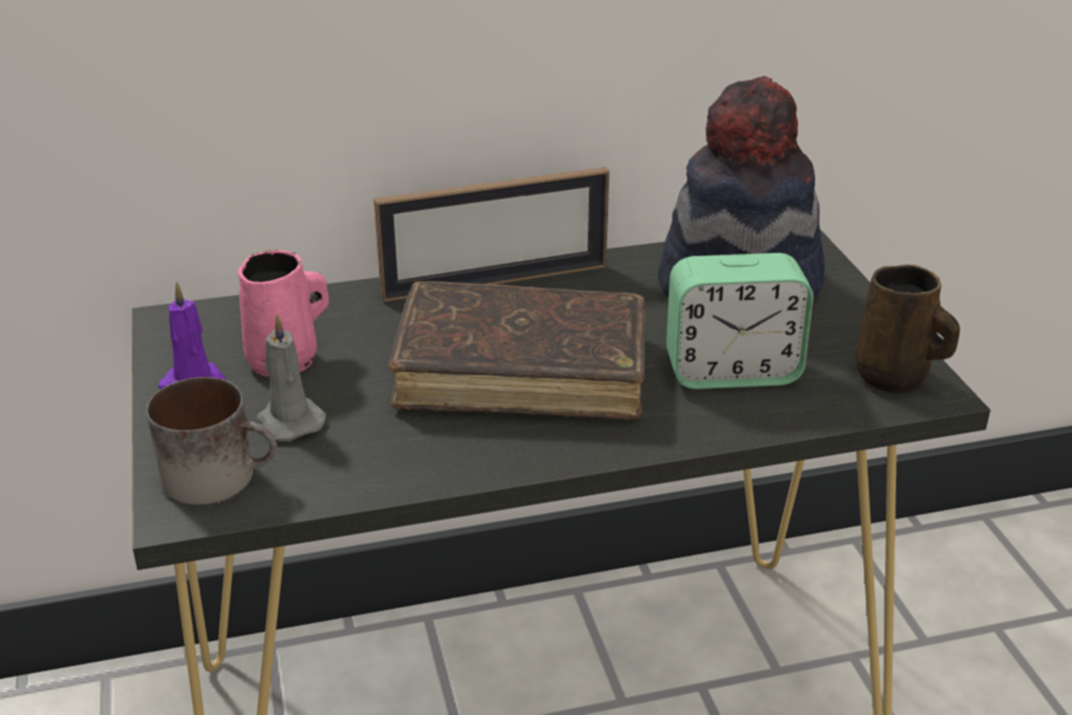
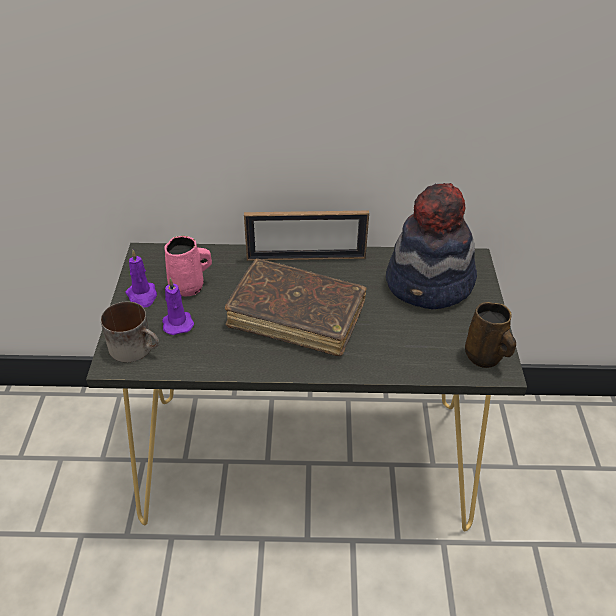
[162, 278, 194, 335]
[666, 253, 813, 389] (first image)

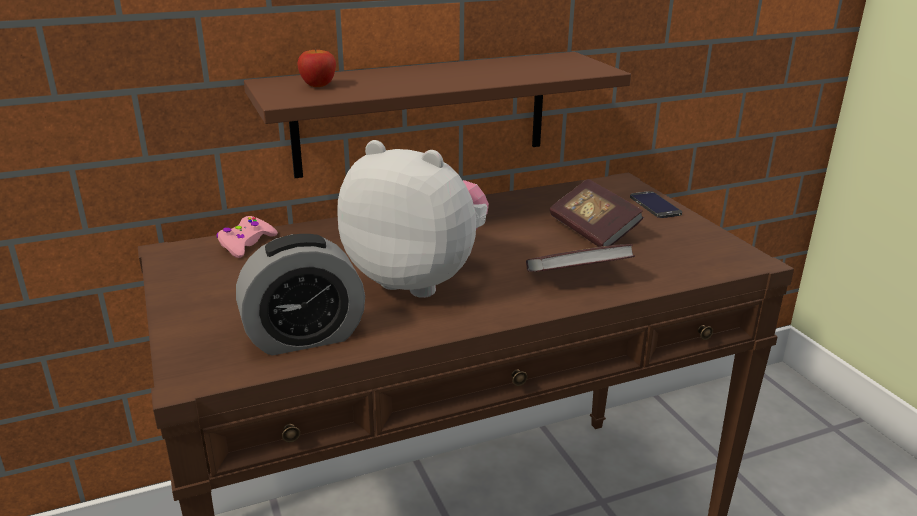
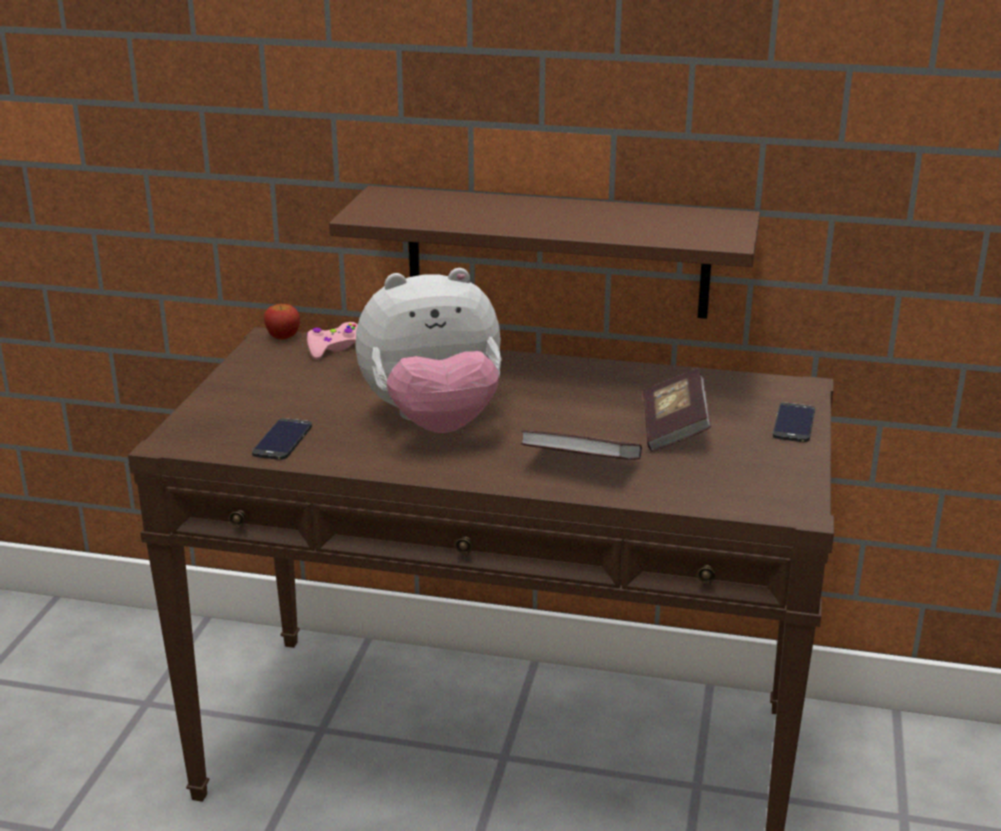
[252, 418, 312, 460]
[264, 304, 300, 339]
[356, 268, 502, 433]

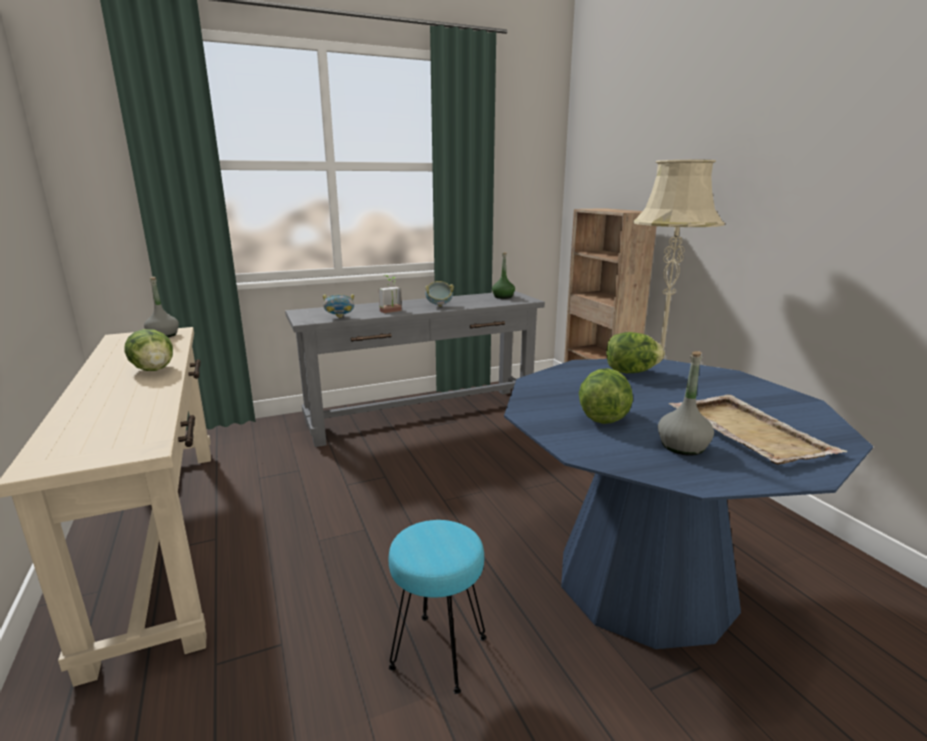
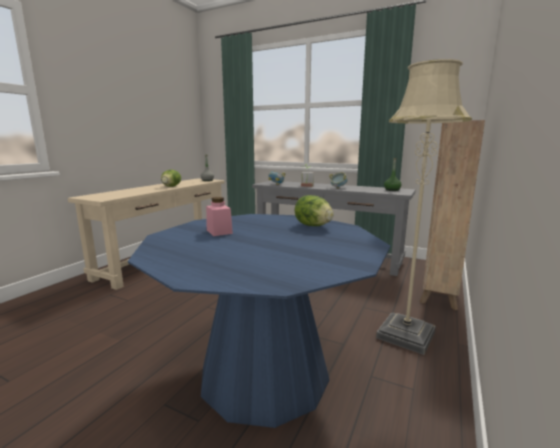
[206, 197, 233, 236]
[389, 520, 486, 694] (first image)
[658, 351, 714, 456] (first image)
[668, 395, 847, 465] (first image)

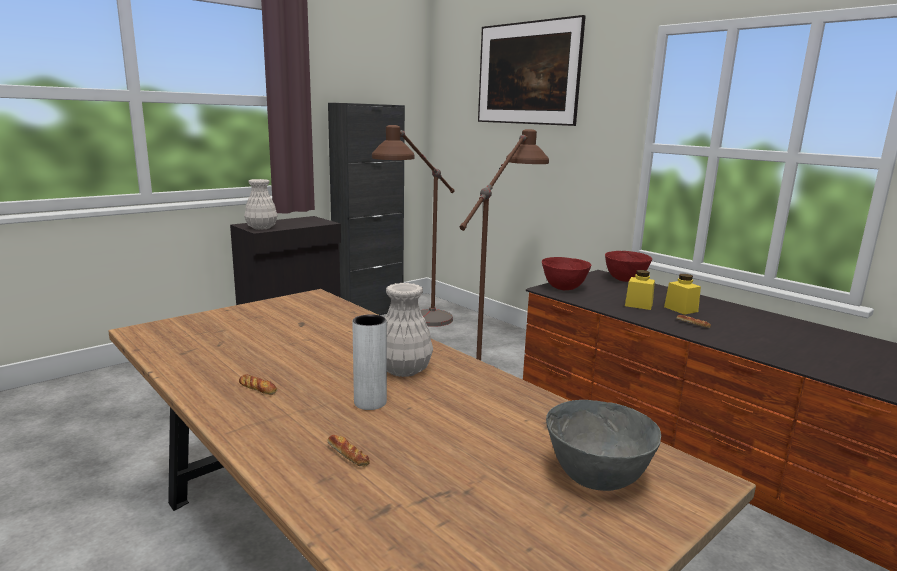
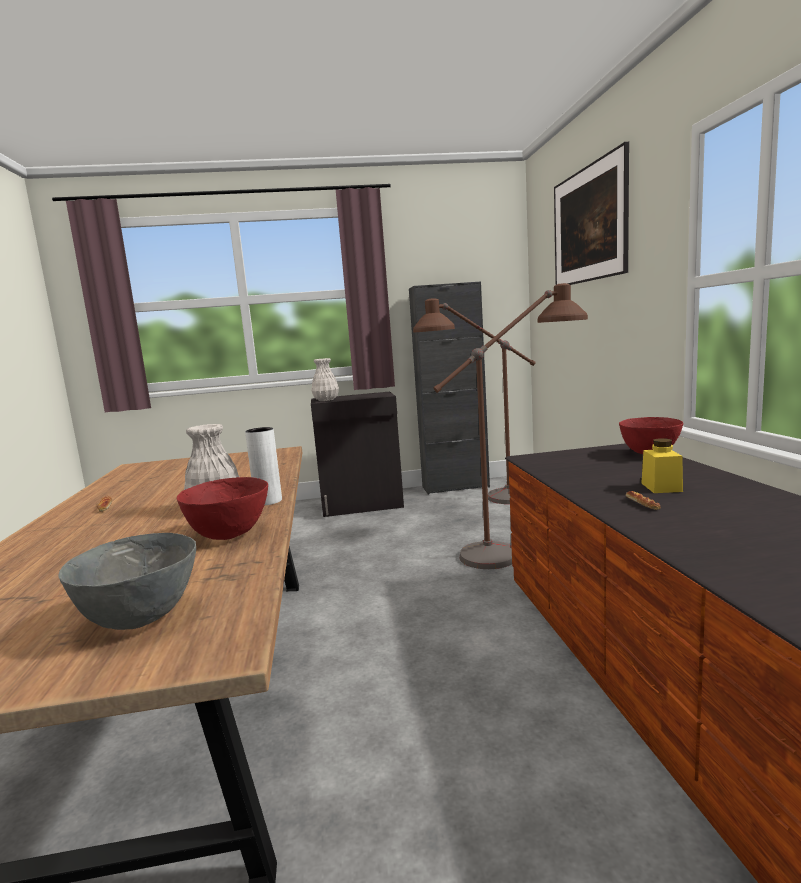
[177, 477, 268, 540]
[245, 427, 282, 505]
[328, 435, 370, 467] (first image)
[625, 270, 655, 310] (first image)

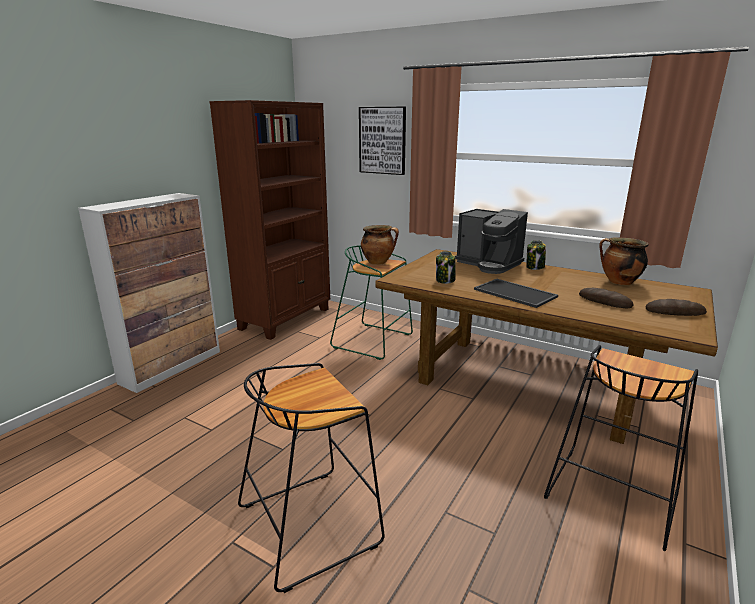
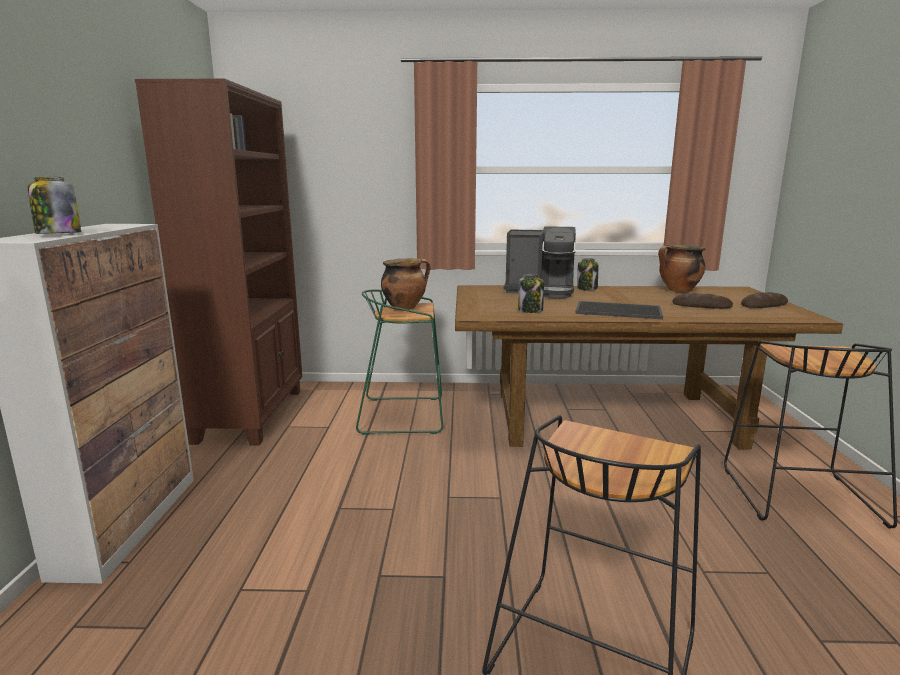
[28, 177, 81, 234]
[359, 107, 406, 175] (first image)

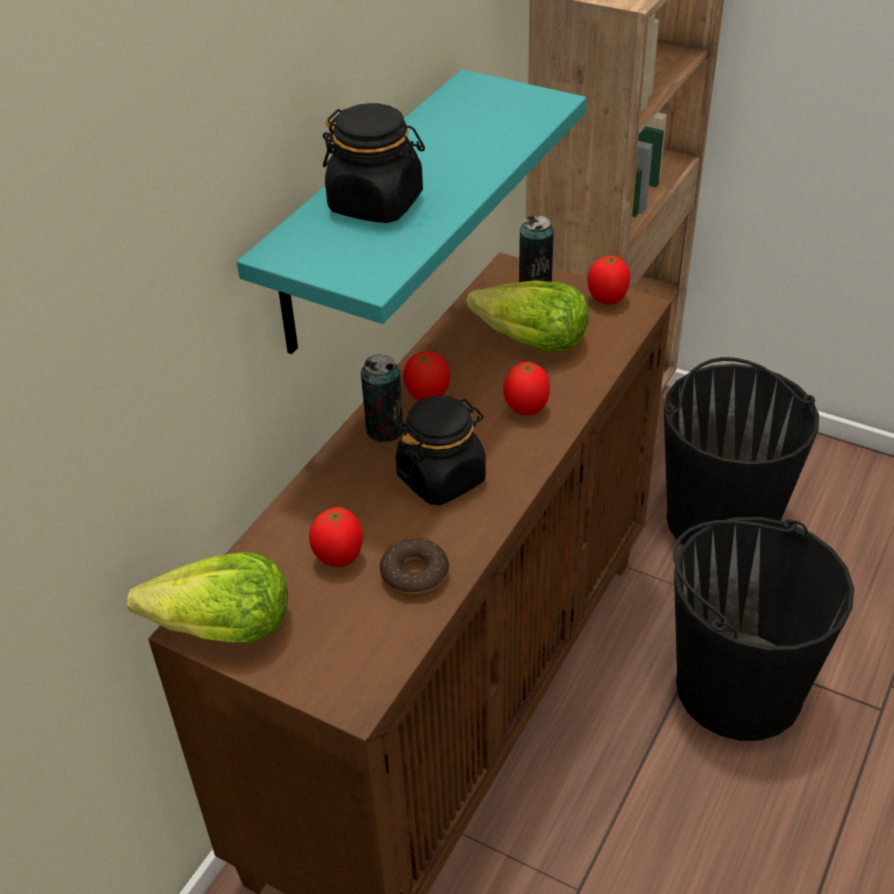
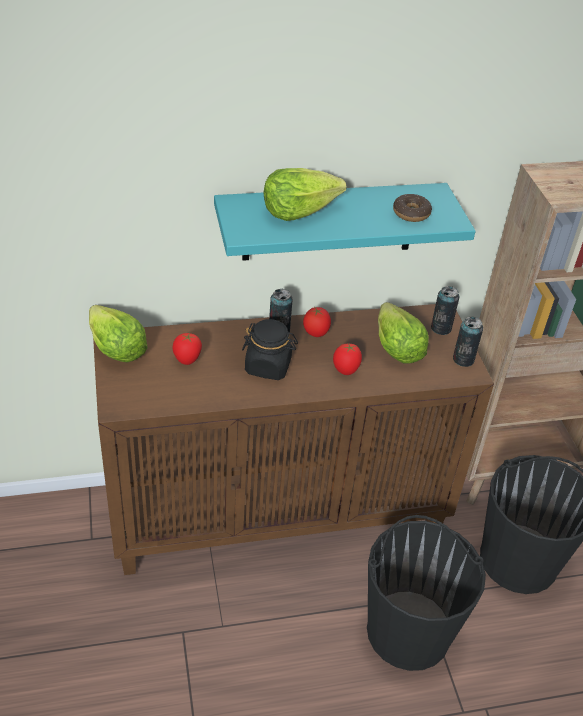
[264, 168, 346, 221]
[393, 194, 432, 222]
[453, 317, 483, 367]

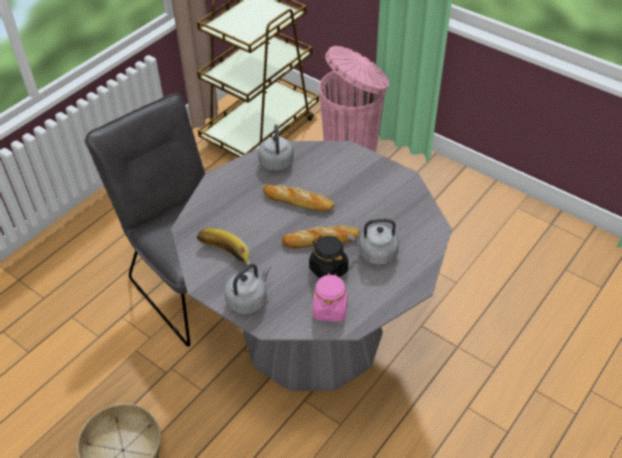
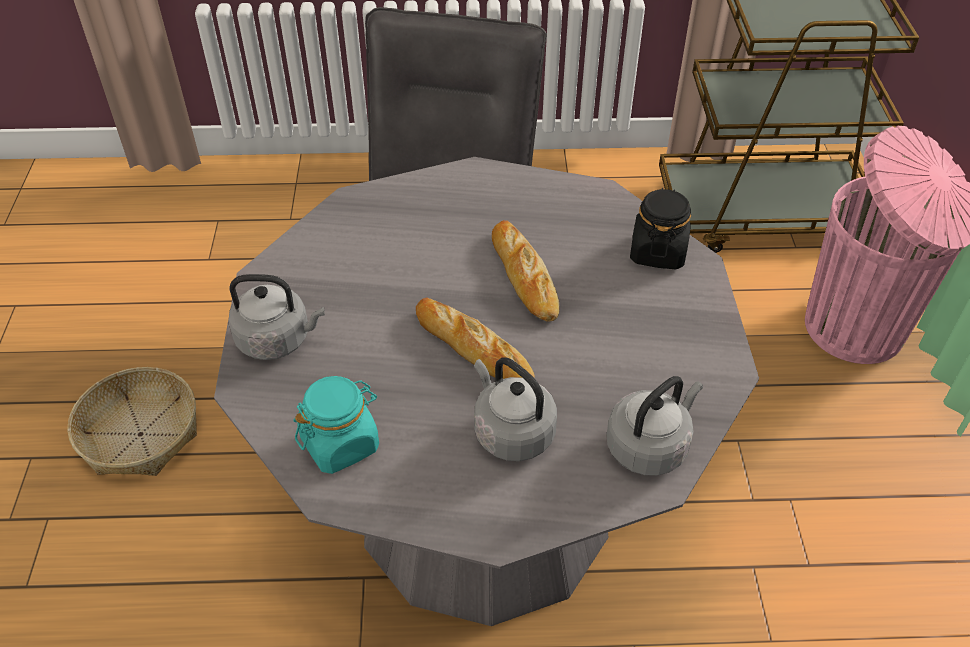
[293, 376, 379, 474]
[607, 376, 703, 476]
[630, 188, 691, 269]
[197, 228, 250, 265] (first image)

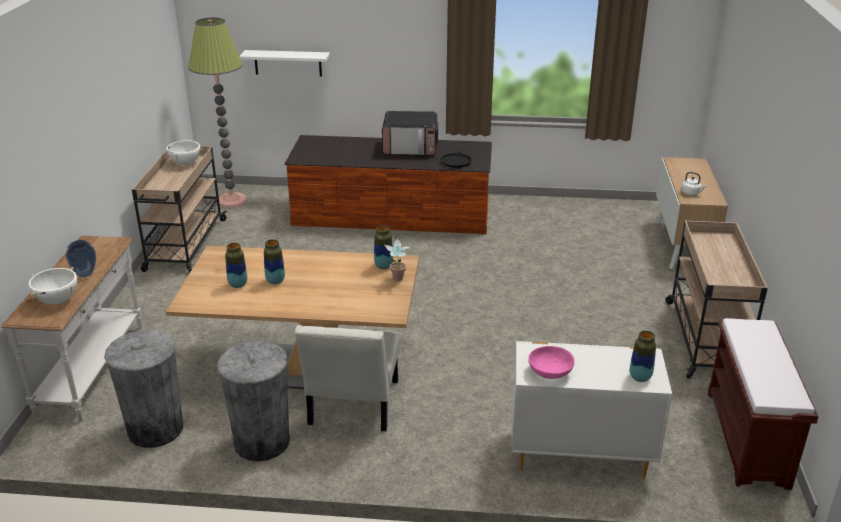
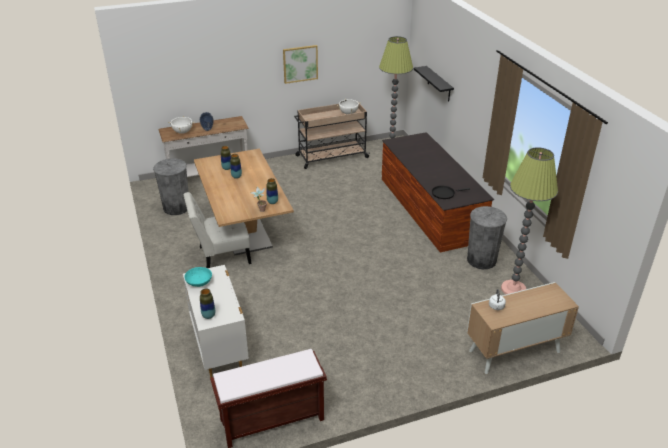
[184, 267, 212, 287]
[283, 45, 318, 84]
[414, 66, 454, 102]
[467, 206, 507, 269]
[501, 147, 558, 294]
[382, 111, 438, 156] (first image)
[666, 221, 768, 379] (first image)

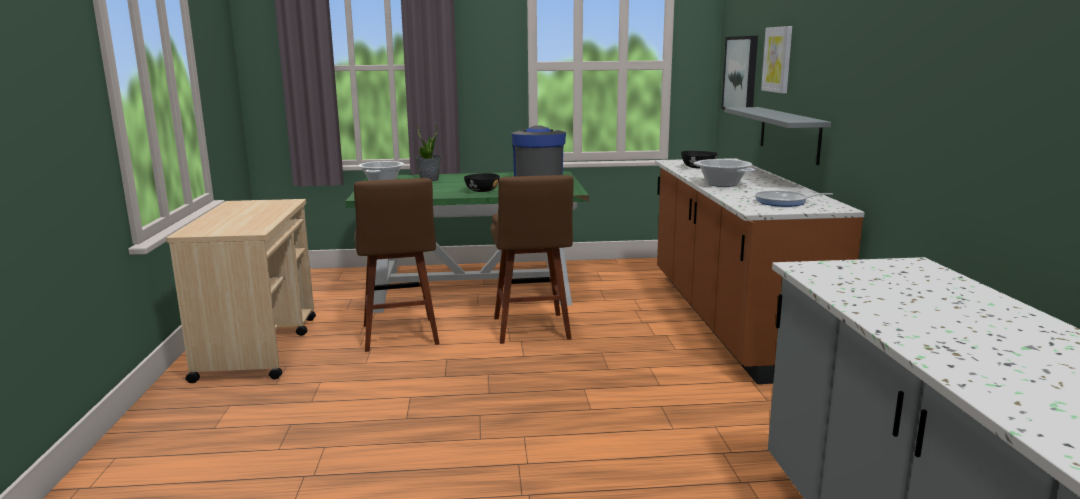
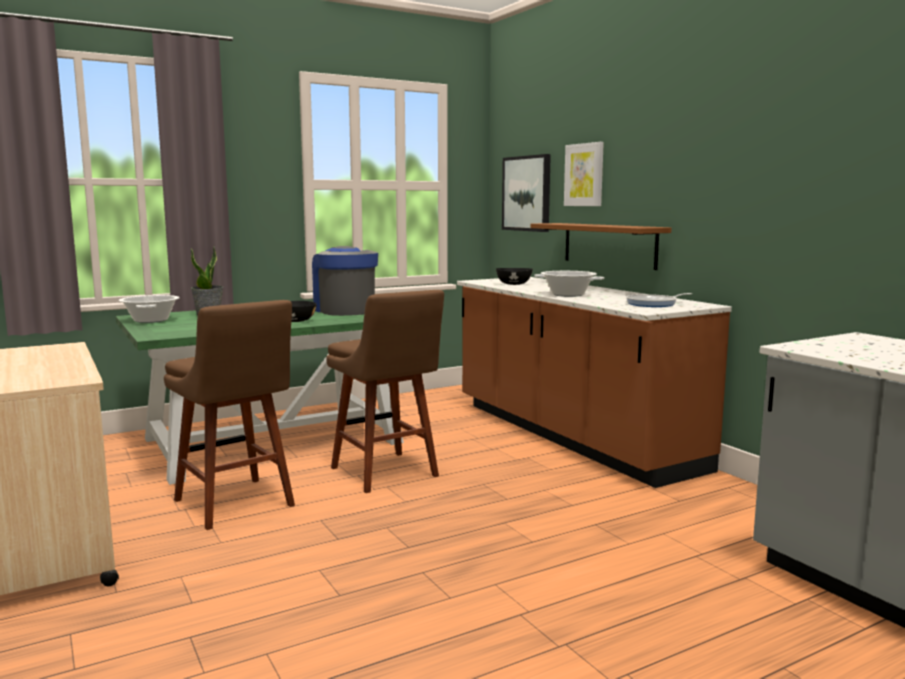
[531, 223, 671, 270]

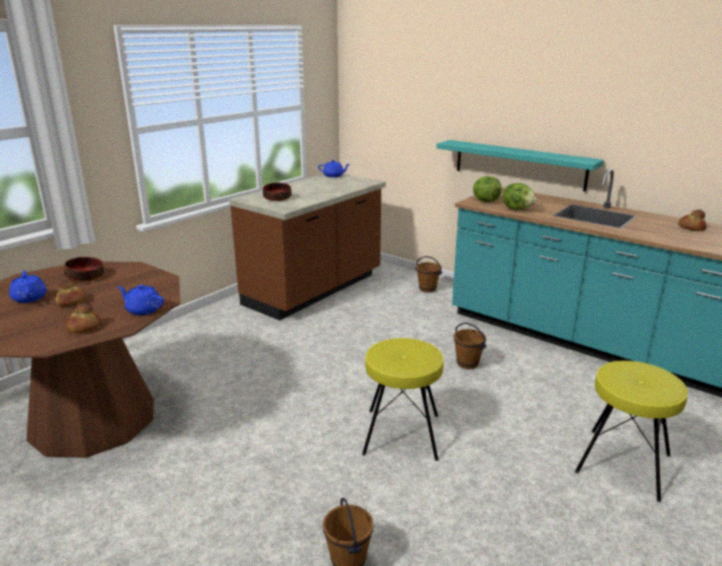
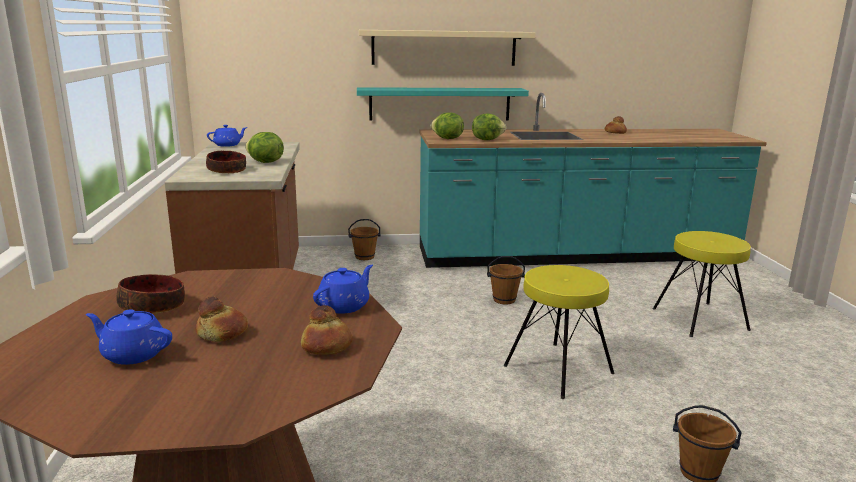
[245, 132, 284, 163]
[313, 265, 373, 314]
[359, 30, 535, 66]

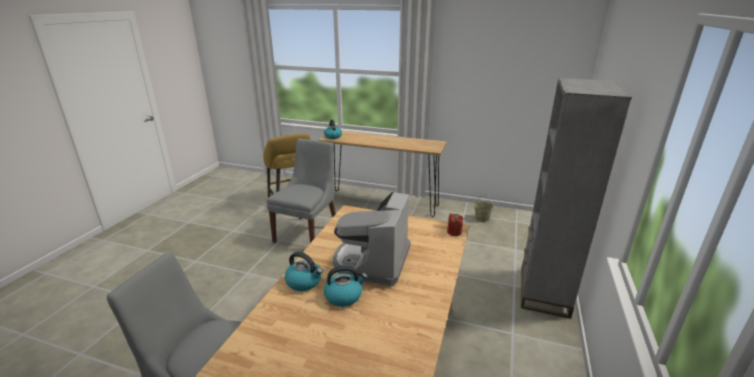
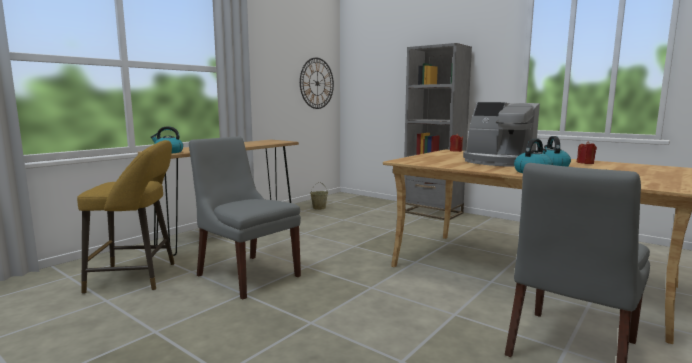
[300, 58, 334, 109]
[577, 141, 597, 164]

